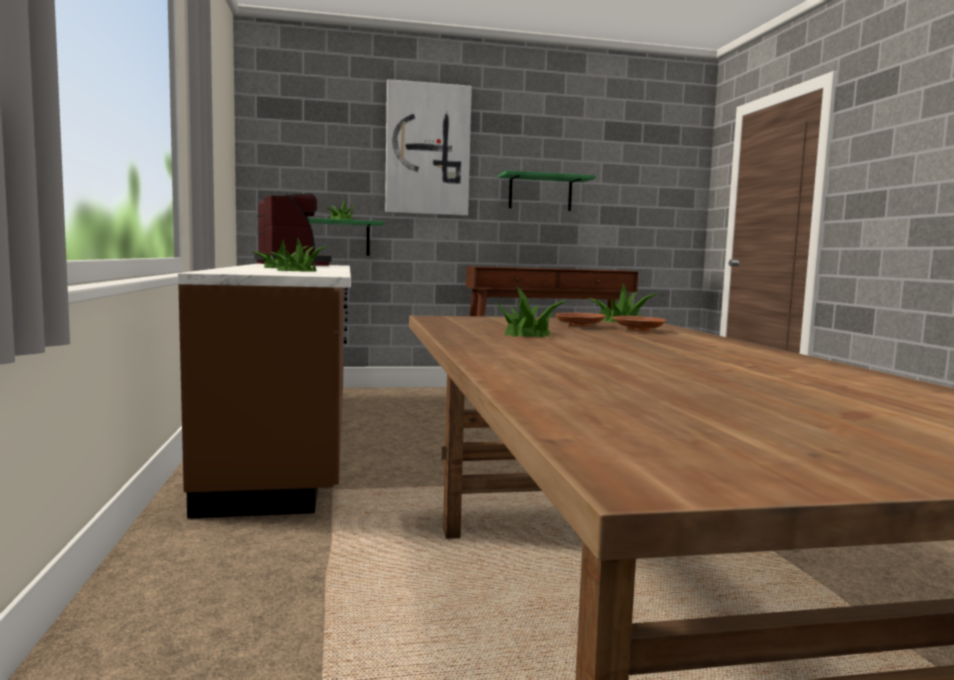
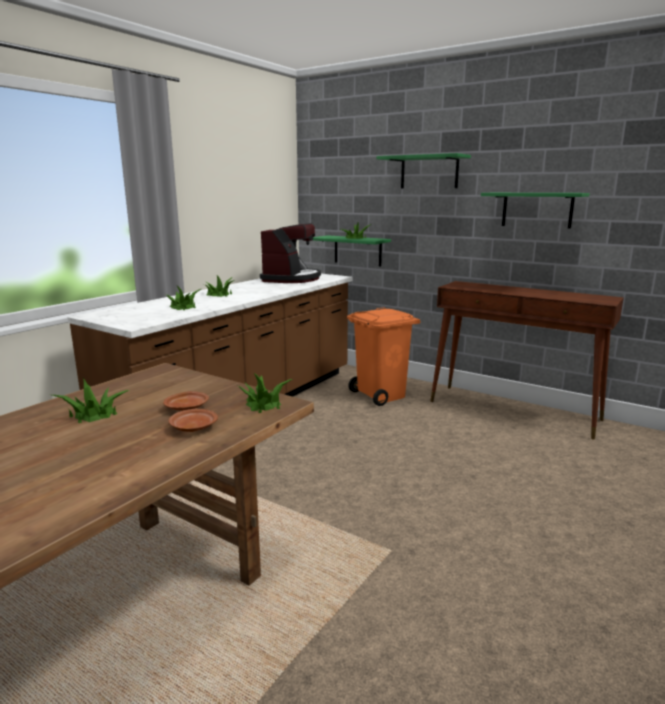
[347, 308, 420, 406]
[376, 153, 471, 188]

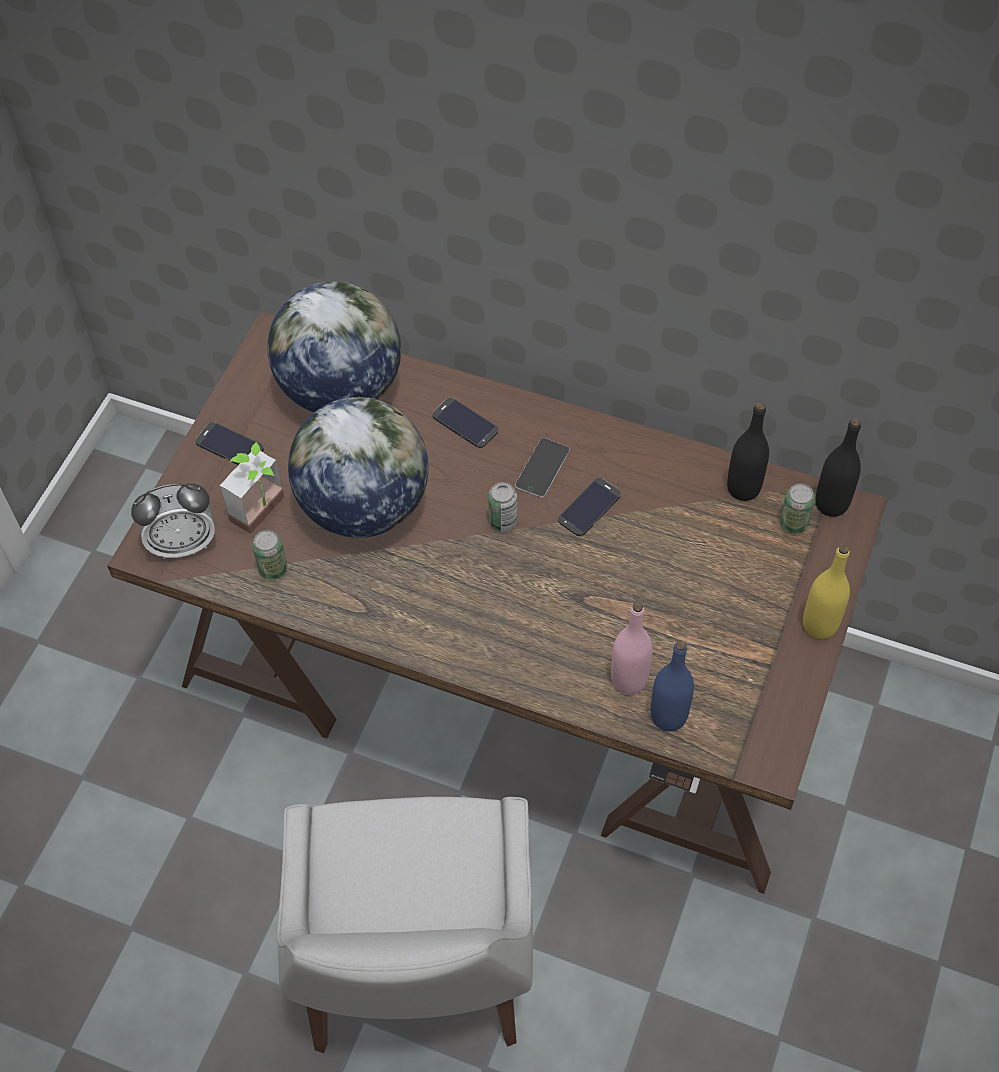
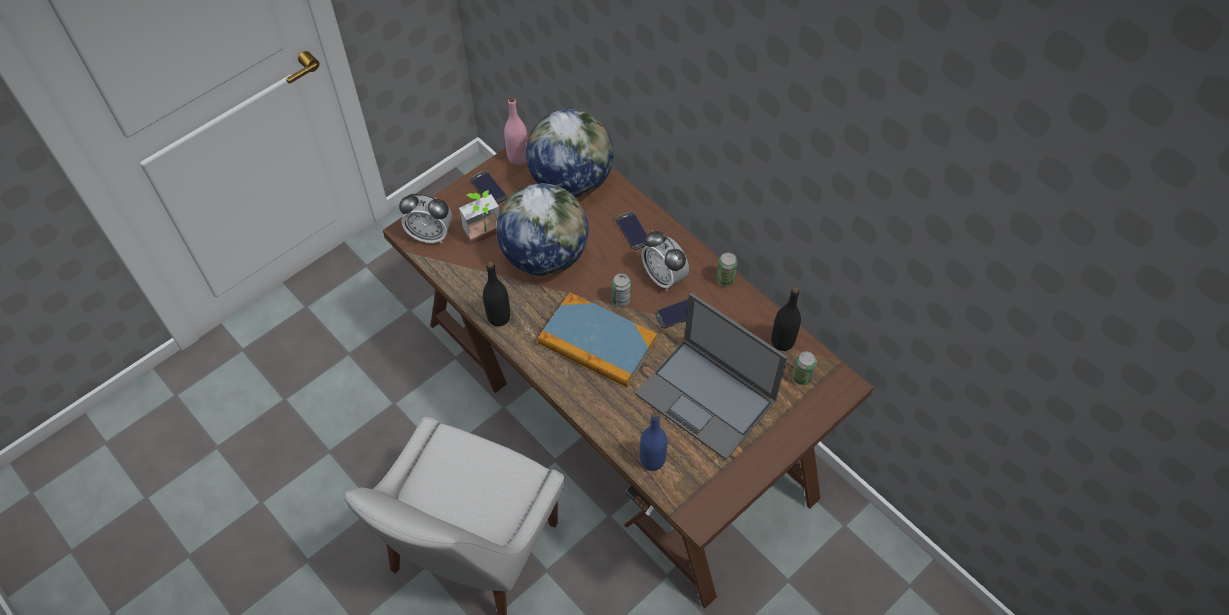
[483, 262, 510, 326]
[504, 97, 528, 165]
[538, 293, 657, 387]
[635, 293, 788, 460]
[642, 230, 689, 291]
[716, 252, 738, 286]
[803, 544, 850, 639] (first image)

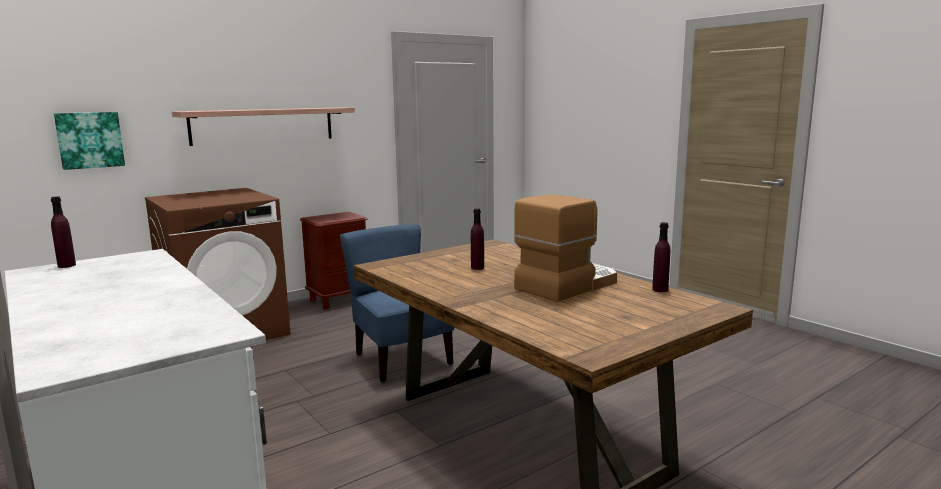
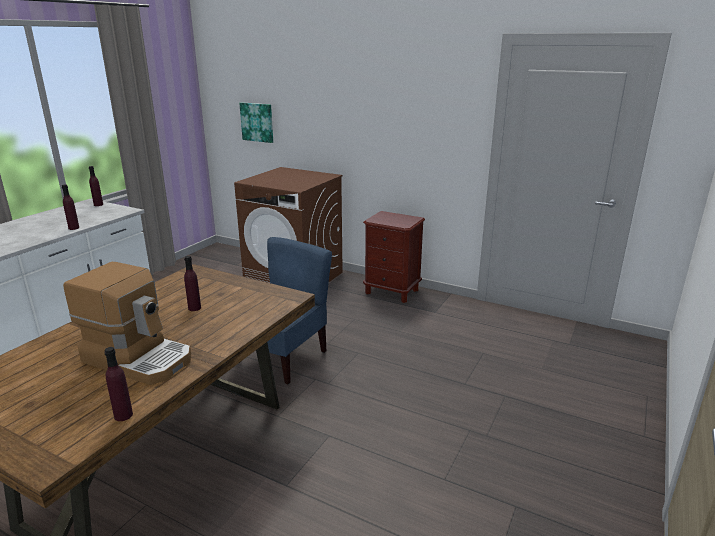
[62, 185, 79, 230]
[172, 108, 355, 146] (first image)

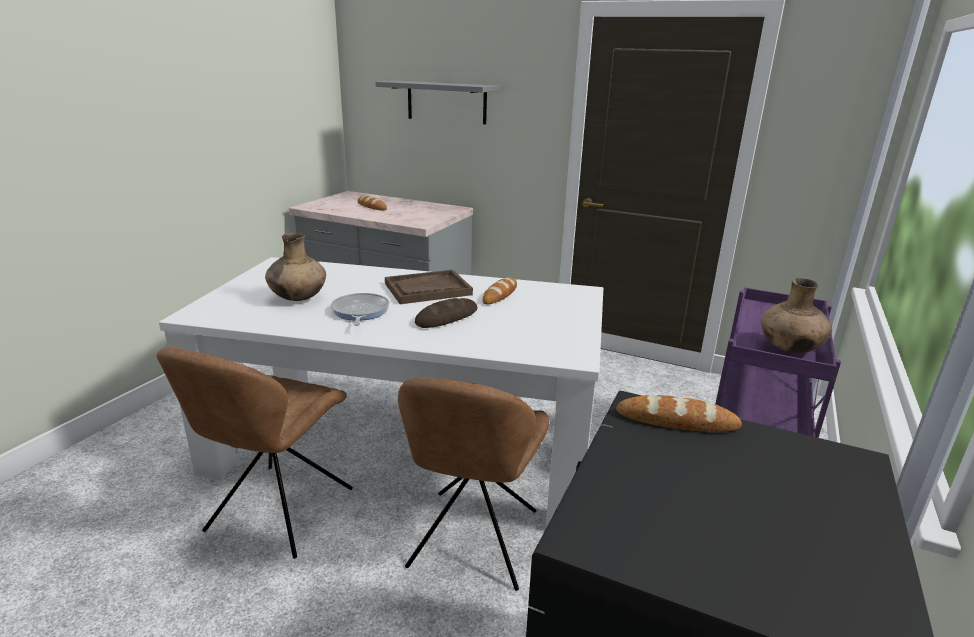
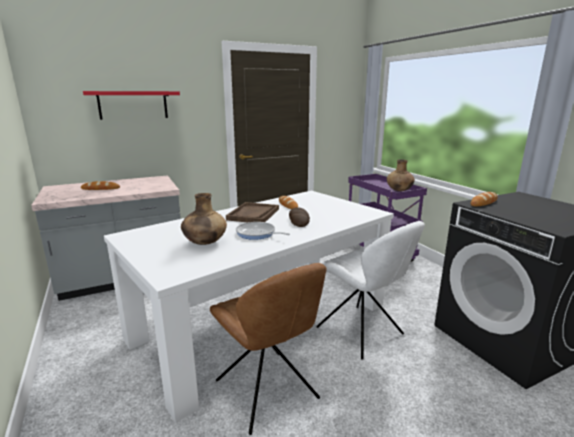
[83, 91, 180, 120]
[316, 221, 425, 360]

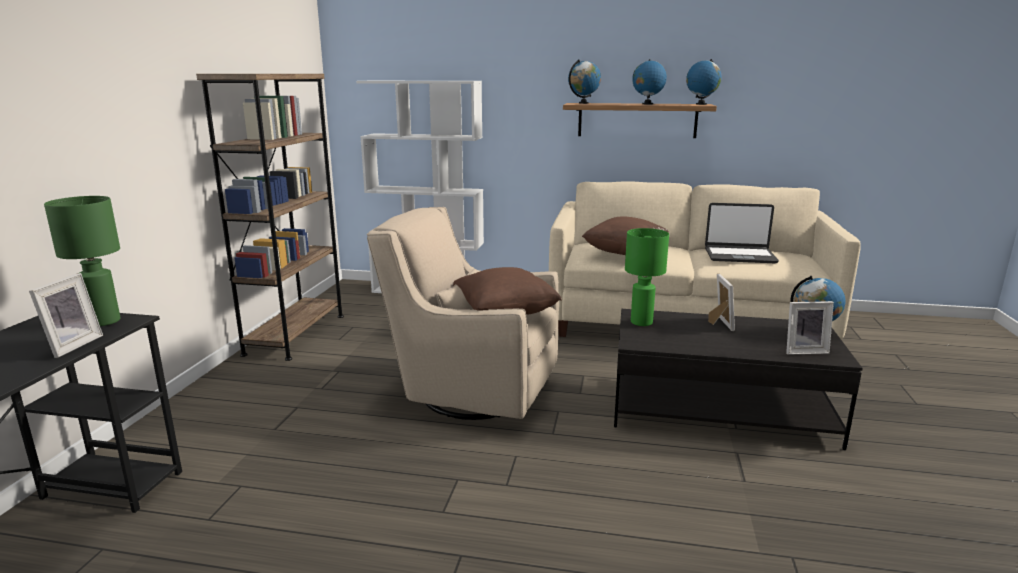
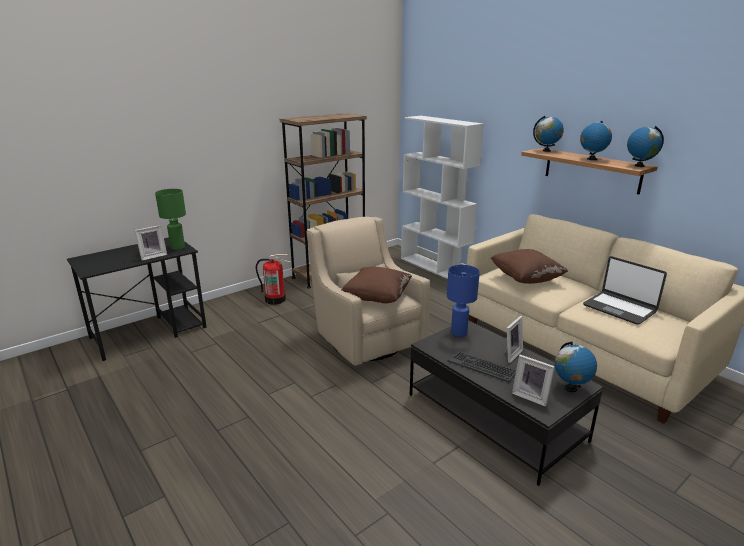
[255, 254, 290, 305]
[447, 265, 480, 337]
[448, 351, 516, 382]

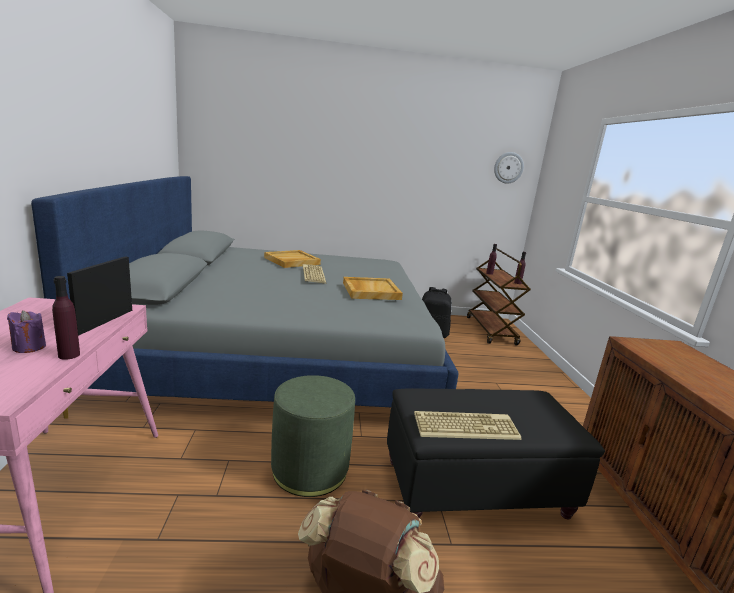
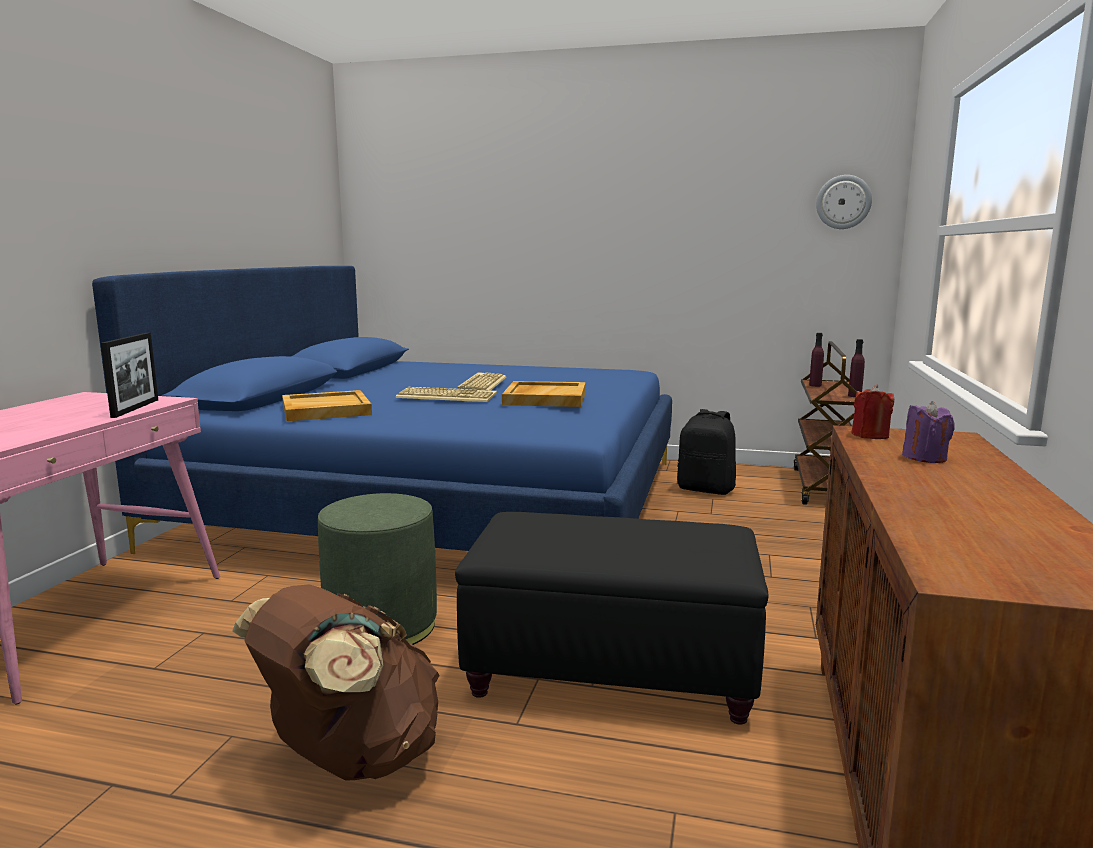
[92, 266, 672, 554]
[101, 333, 158, 418]
[282, 390, 372, 421]
[395, 387, 497, 402]
[852, 385, 895, 439]
[902, 401, 955, 463]
[52, 276, 80, 360] (first image)

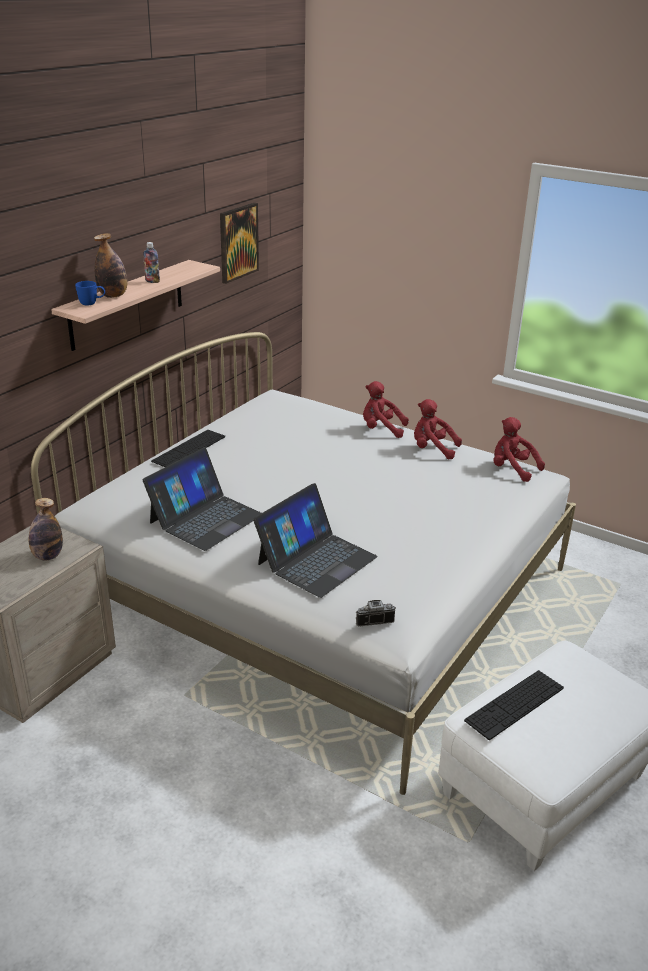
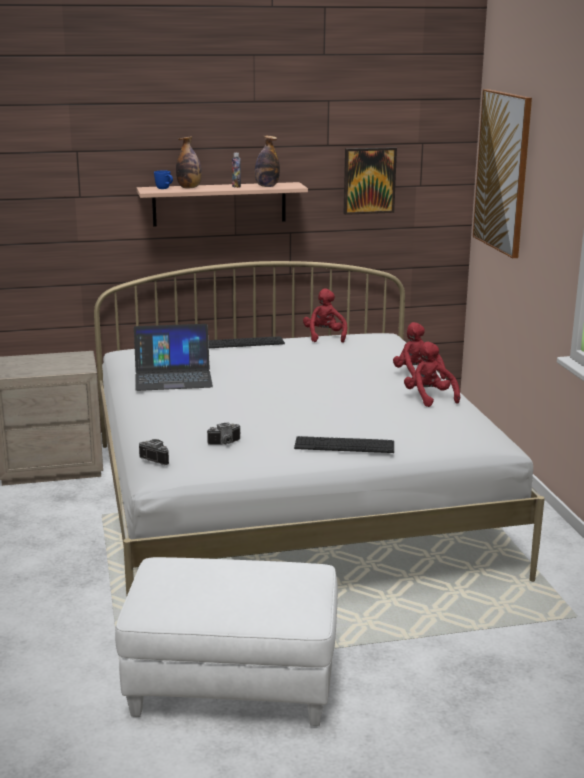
[207, 422, 241, 445]
[255, 136, 280, 187]
[294, 436, 394, 453]
[303, 288, 347, 343]
[473, 89, 532, 258]
[253, 483, 378, 598] (first image)

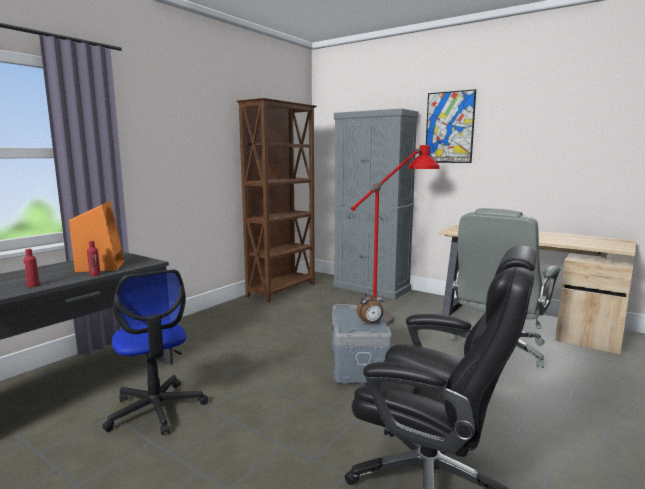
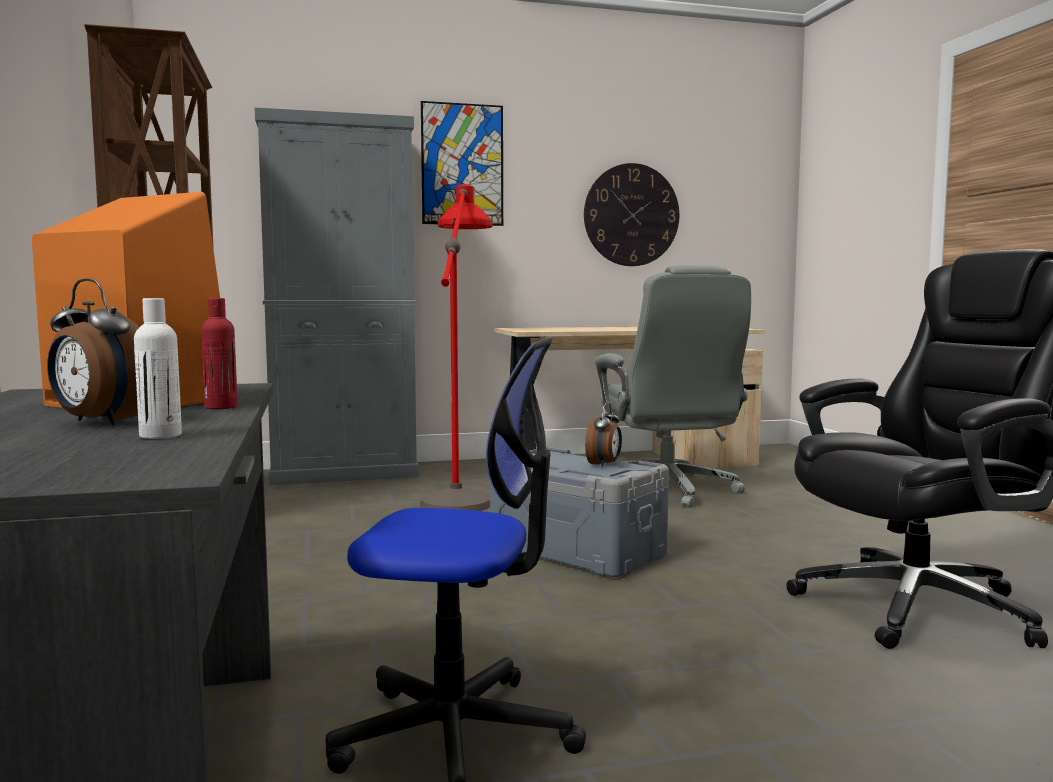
[47, 278, 139, 425]
[134, 298, 182, 439]
[584, 163, 679, 266]

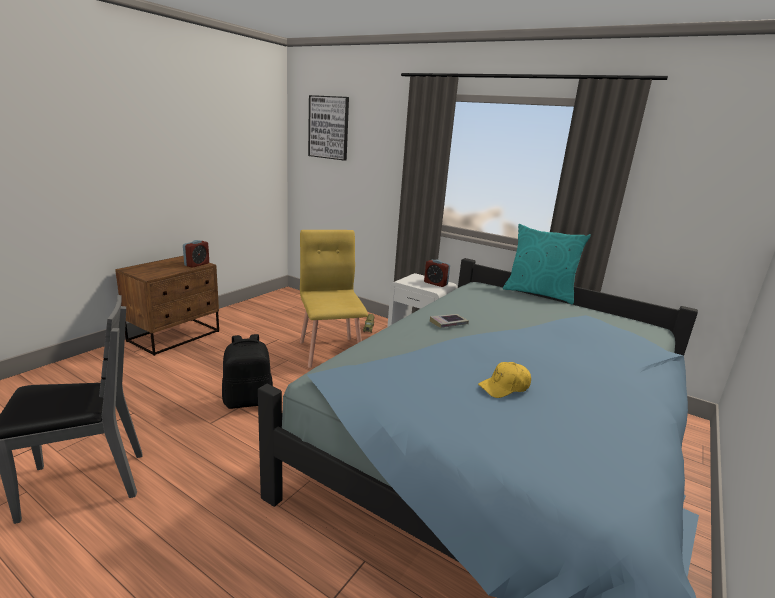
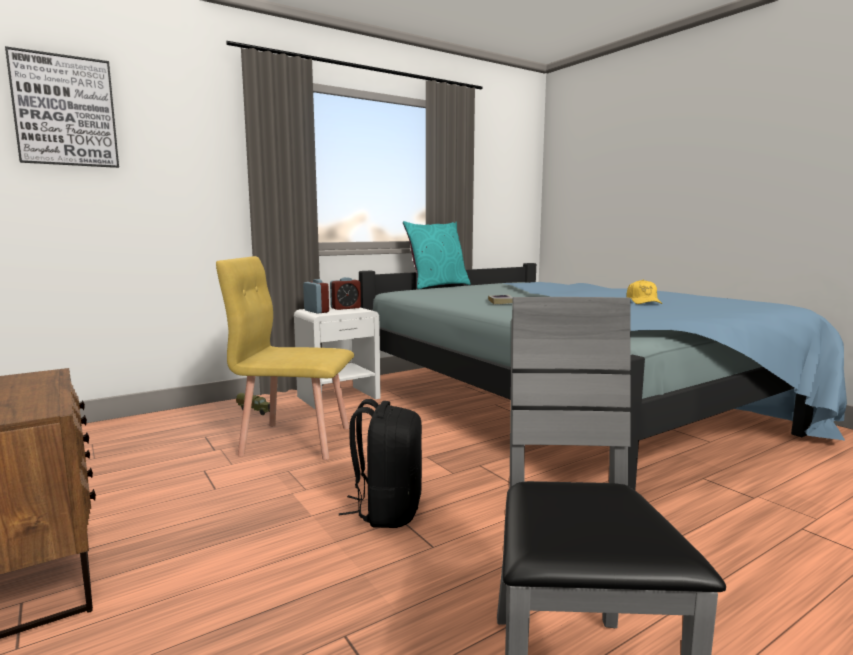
[303, 279, 329, 314]

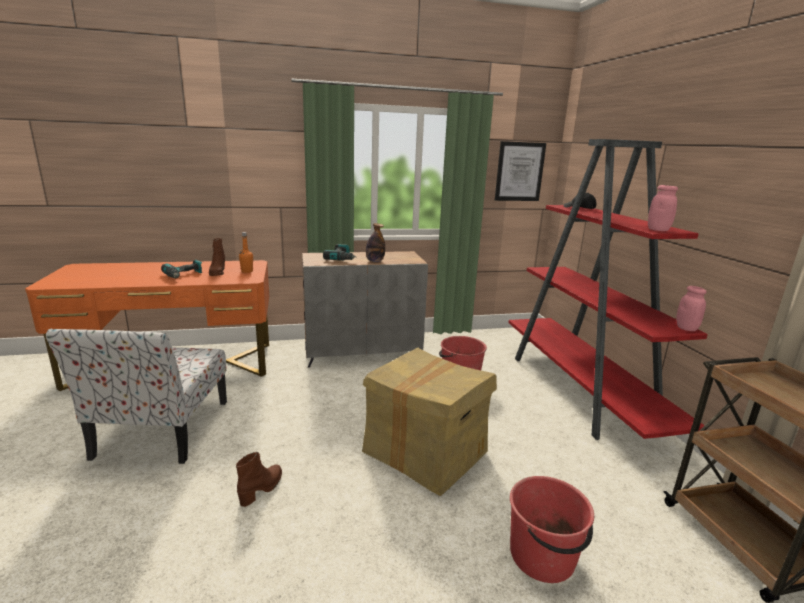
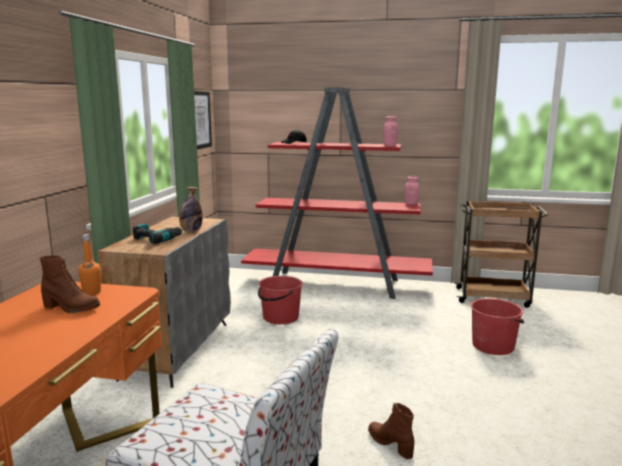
[161, 260, 203, 278] (first image)
[362, 348, 497, 496] (first image)

